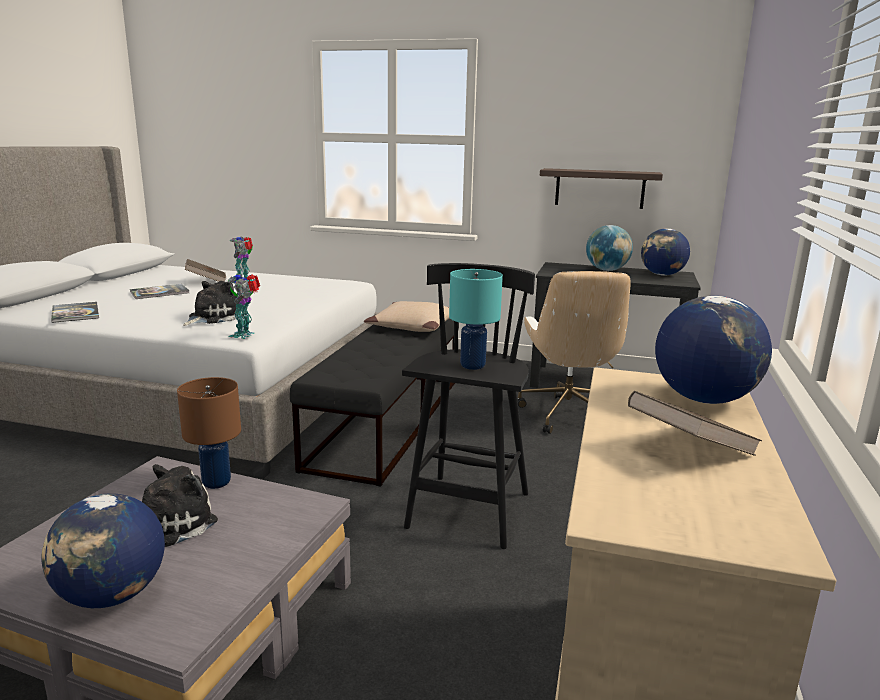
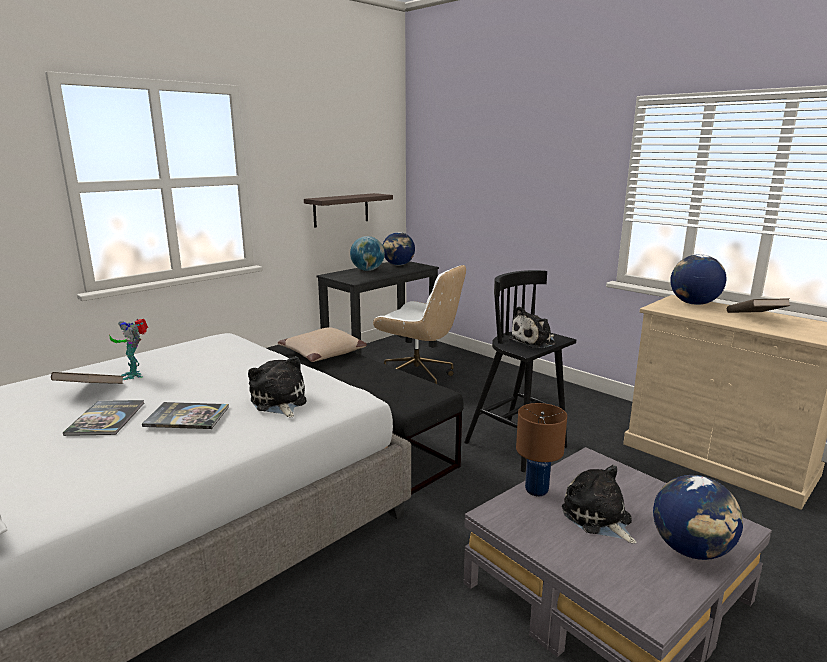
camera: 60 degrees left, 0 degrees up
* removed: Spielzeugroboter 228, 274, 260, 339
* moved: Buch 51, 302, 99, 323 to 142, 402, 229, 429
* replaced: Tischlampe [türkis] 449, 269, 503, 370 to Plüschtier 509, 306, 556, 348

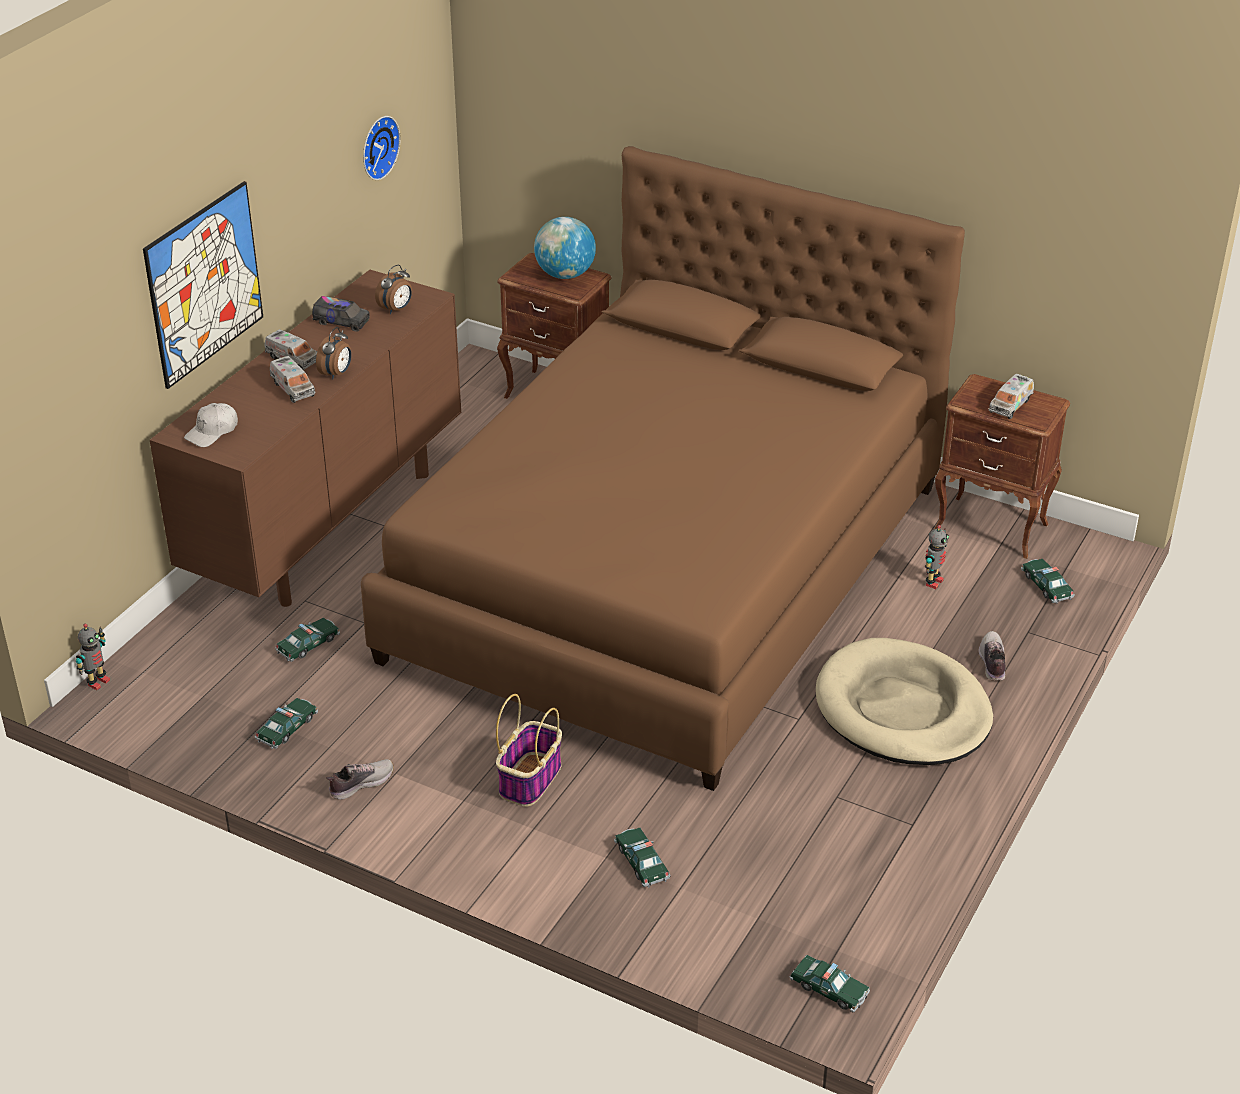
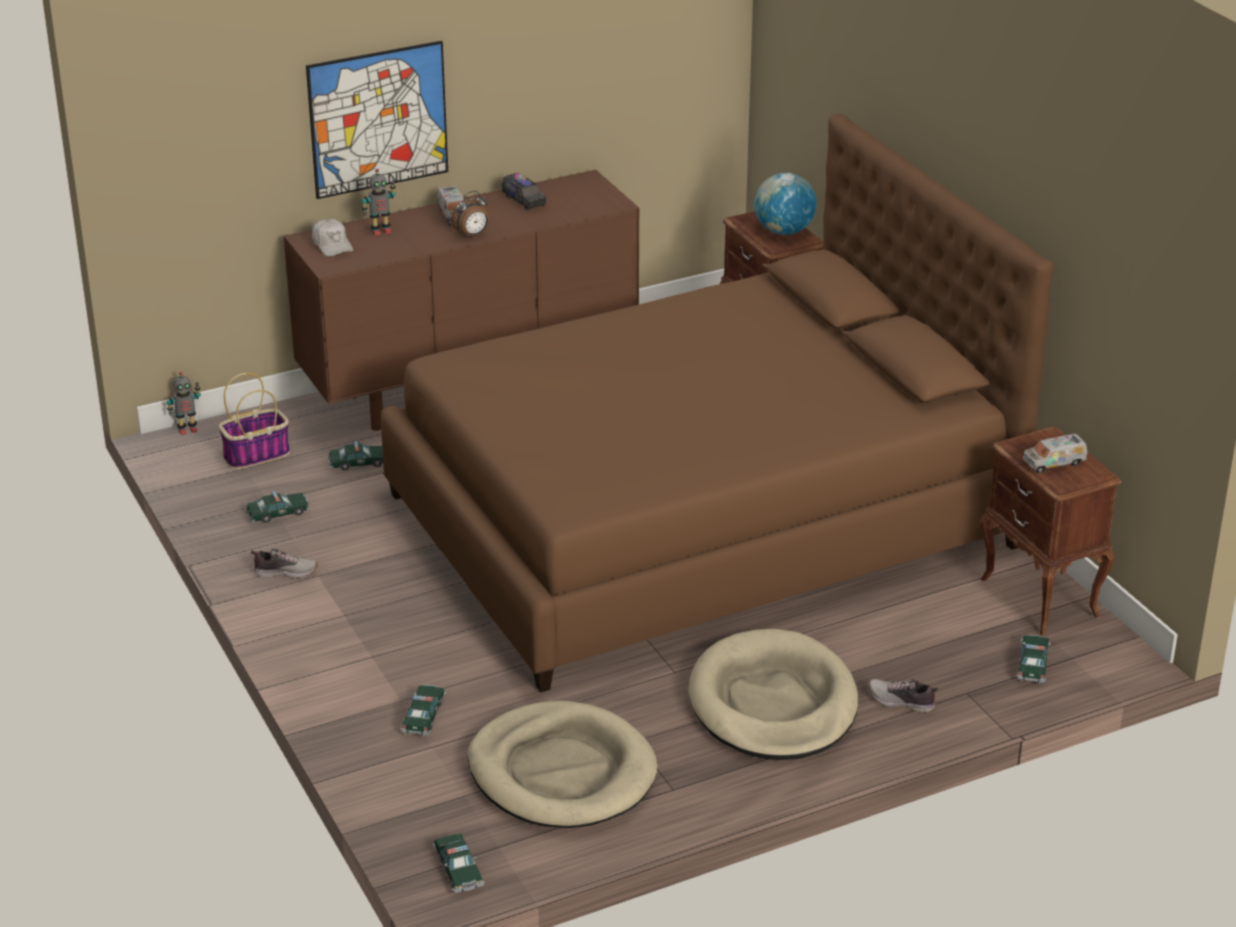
camera: 35 degrees right, 5 degrees down
* removed: Spielzeuglaster 270, 356, 315, 403
* removed: Wanduhr 363, 116, 400, 180
* removed: Wecker 375, 265, 412, 314
* added: Hundebett [beige] 468, 701, 657, 828
* moved: Korb 496, 694, 562, 807 to 219, 373, 290, 469
* moved: Spielzeugroboter 925, 525, 949, 589 to 362, 169, 396, 236
* turned: Kappe [weiß] 184, 403, 238, 447 = 312, 219, 353, 257 105 degrees counterclockwise
* turned: Schuh 979, 631, 1005, 681 = 868, 679, 938, 713 105 degrees counterclockwise

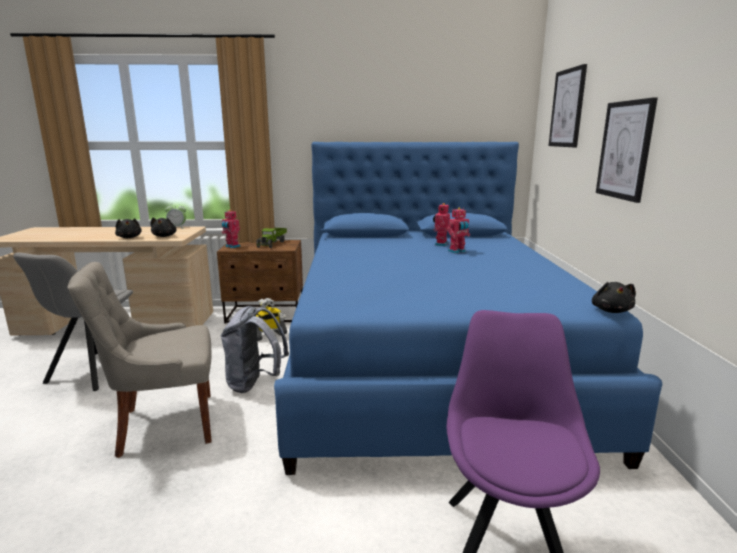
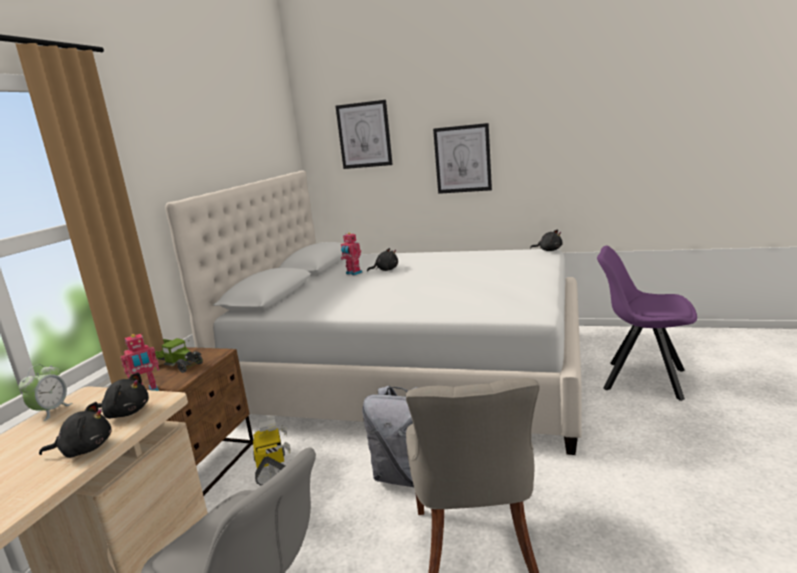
camera: 70 degrees left, 0 degrees up
* replaced: Spielzeugroboter 447, 207, 470, 254 to Plüschtier [schwarz] 367, 248, 398, 272
* recoloured: Bett [blau] 274, 142, 662, 475 to Bett [weiß] 165, 170, 582, 455

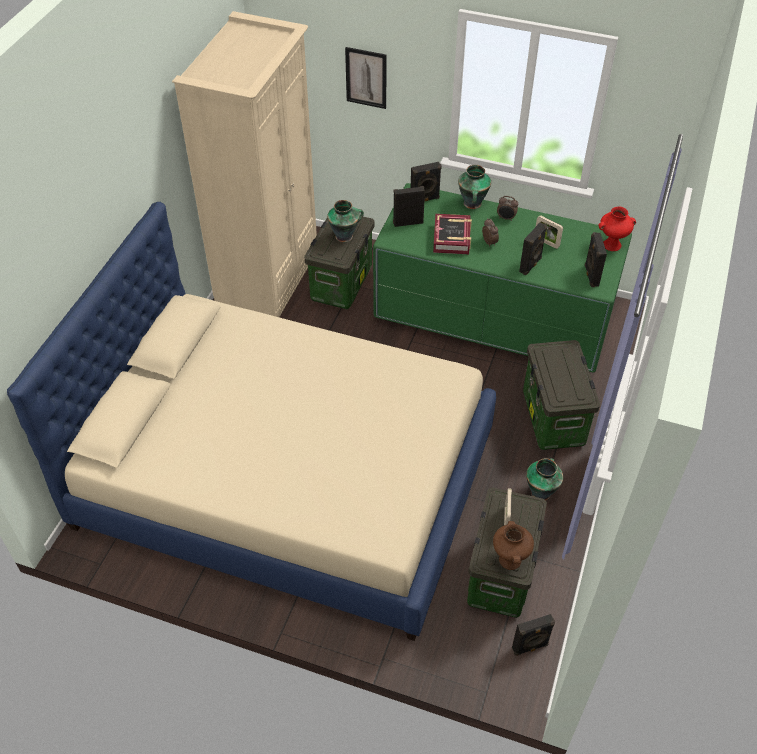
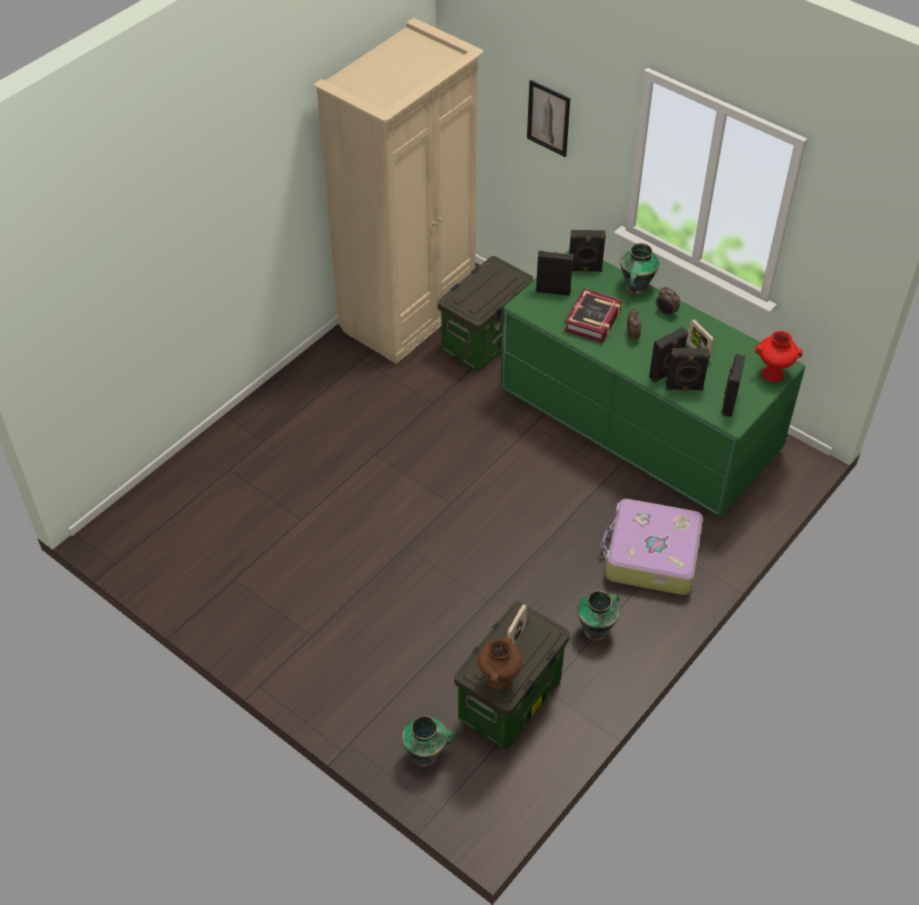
camera: 20 degrees right, 0 degrees up
* removed: Bett [beige] 7, 202, 496, 641
* moved: Vase 327, 200, 364, 242 to 402, 716, 456, 766
* moved: Lautsprecher [schwarz] 512, 614, 555, 656 to 666, 348, 710, 391
* replaced: Aufbewahrungsbox 523, 340, 600, 450 to Koffer 600, 499, 703, 595

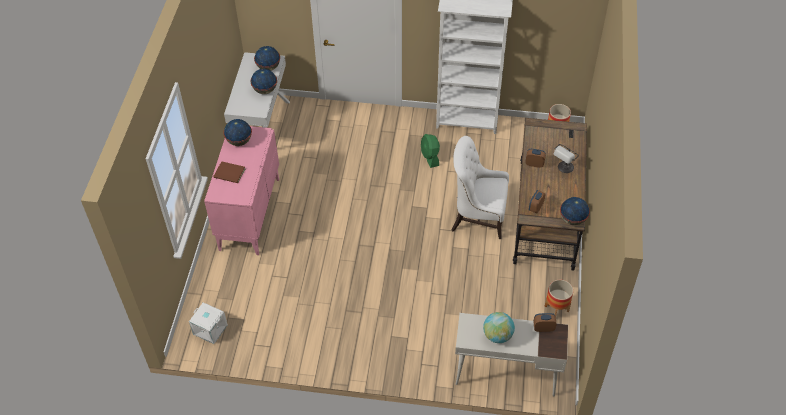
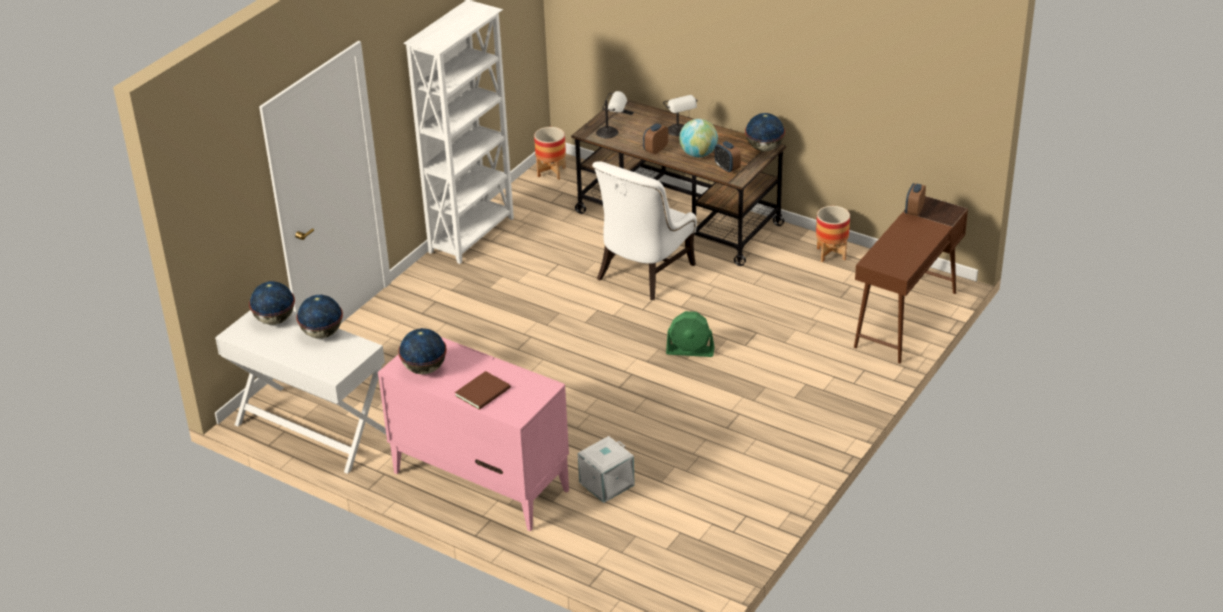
camera: 65 degrees left, 15 degrees down
* added: Tischlampe 596, 91, 627, 138
* moved: Aufbewahrungsbox [weiß] 189, 302, 228, 344 to 578, 436, 635, 503
* moved: Ventilator [grün] 421, 134, 440, 168 to 666, 311, 715, 357
* moved: Globus 483, 312, 515, 343 to 679, 119, 718, 157
* recoloured: Schreibtisch [weiß] 455, 313, 568, 396 to Schreibtisch [braun] 854, 196, 968, 363

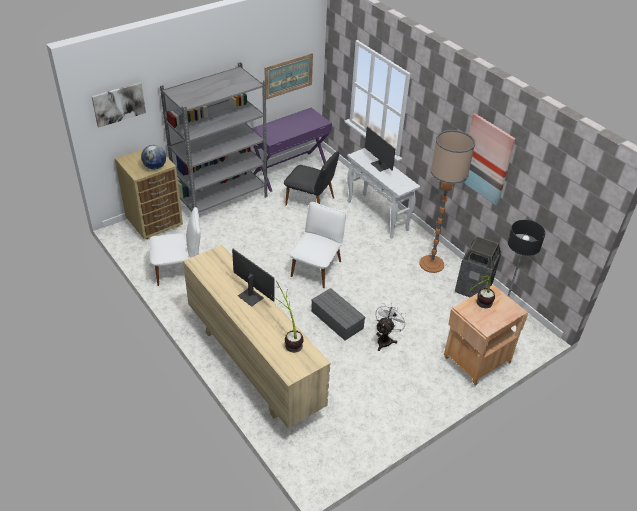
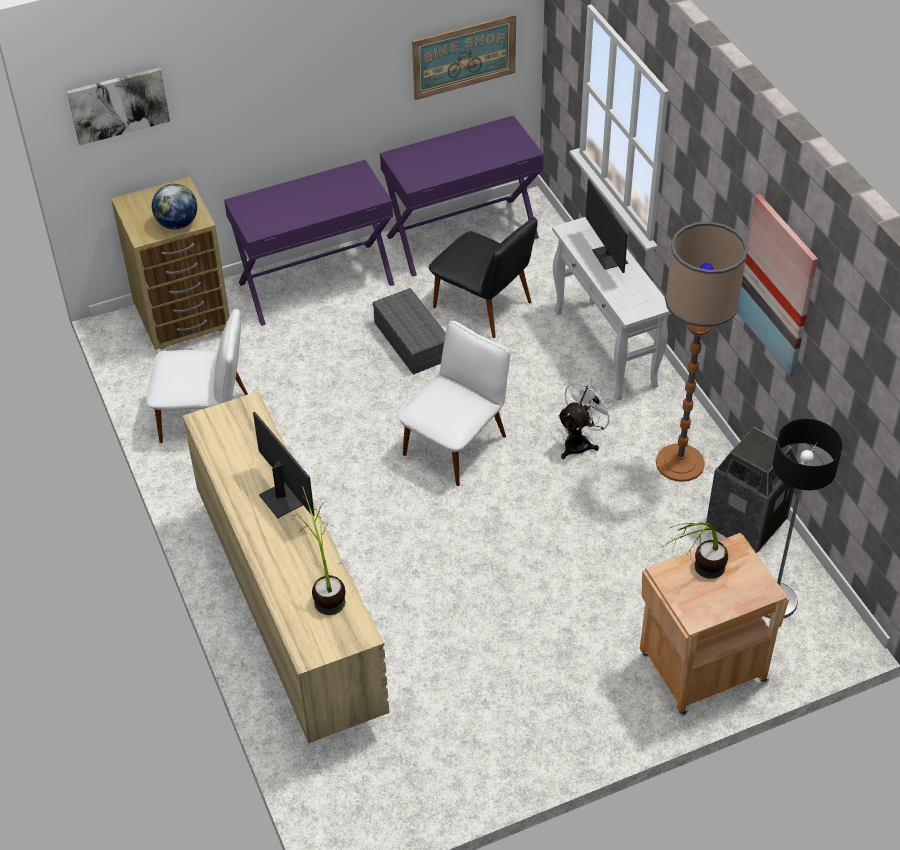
camera: 15 degrees right, 5 degrees up
* moved: Aufbewahrungsbox [grau] 311, 288, 365, 341 to 373, 288, 446, 375
* moved: Ventilator [weiß] 375, 302, 408, 351 to 557, 377, 616, 459
* replaced: Bücherregal [grau] 160, 62, 267, 213 to Schreibtisch [lila] 224, 160, 395, 326

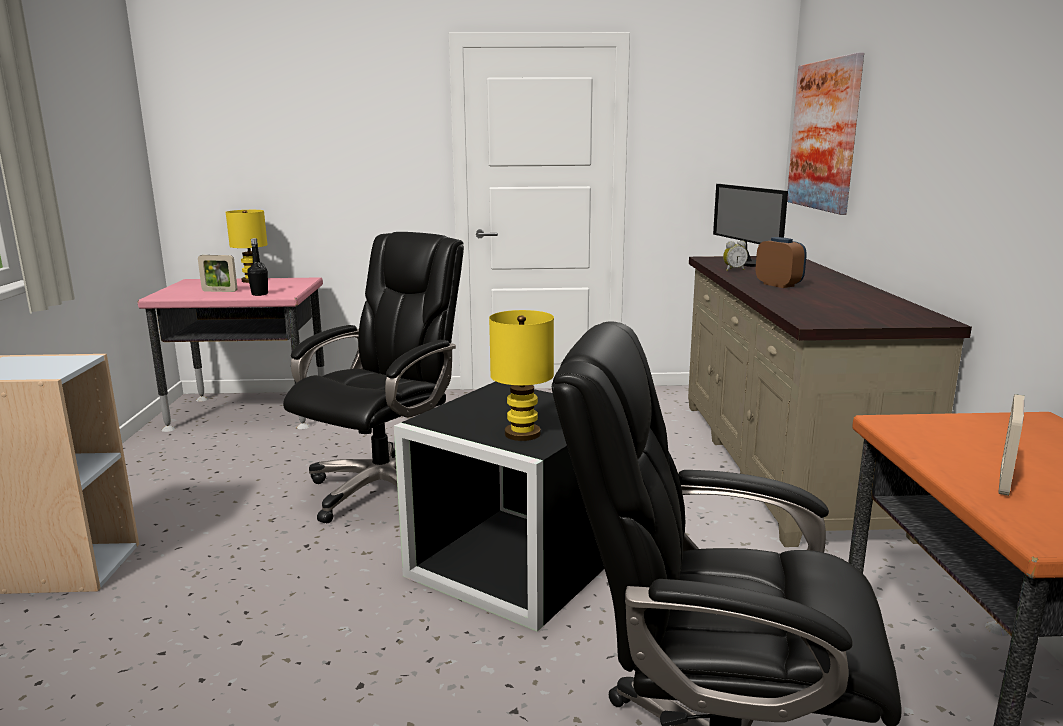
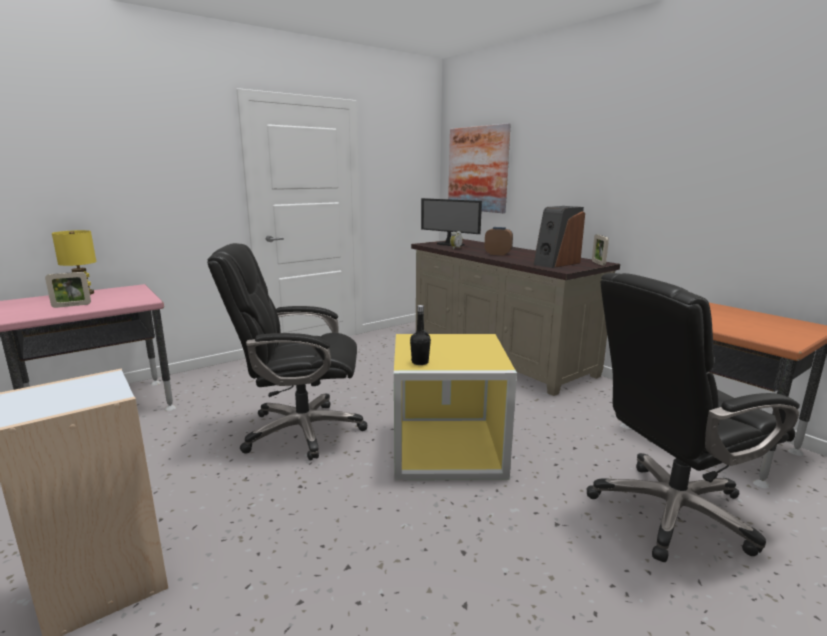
camera: 35 degrees left, 0 degrees up
* removed: Tischlampe [gelb] 489, 310, 554, 441
* added: Lautsprecher 533, 206, 585, 268
* moved: Flasche [schwarz] 247, 238, 268, 296 to 410, 305, 431, 365
* moved: Bilderrahmen 998, 394, 1024, 496 to 592, 235, 609, 266
* recoloured: Aufbewahrungsbox [schwarz] 394, 381, 604, 632 to Aufbewahrungsbox [gelb] 394, 334, 517, 480
* turned: Bürostuhl [schwarz] 283, 232, 464, 523 = 207, 243, 367, 460 90 degrees counterclockwise

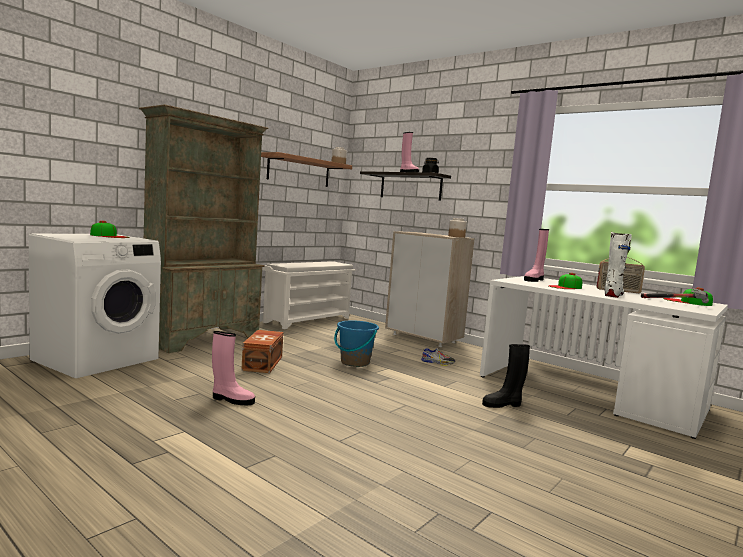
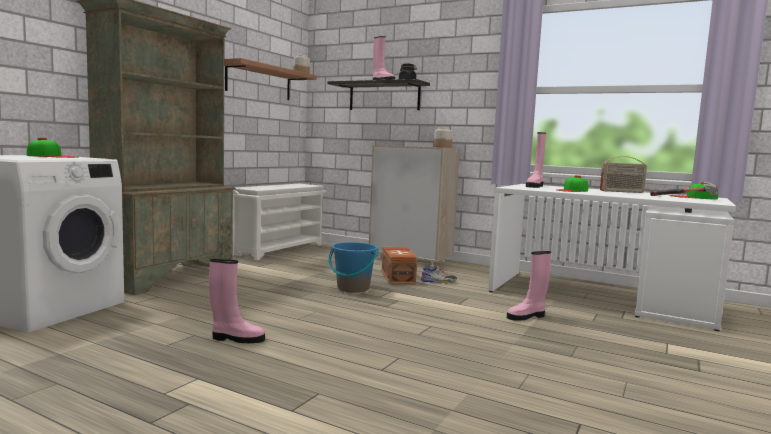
camera: 10 degrees left, 0 degrees up
* removed: Stiefel [weiß] 605, 232, 632, 298
* moved: Aufbewahrungsbox [braun] 241, 330, 284, 373 to 382, 247, 417, 284
* recoloured: Stiefel [schwarz] 482, 344, 530, 408 to Stiefel [rosa] 507, 251, 551, 321

